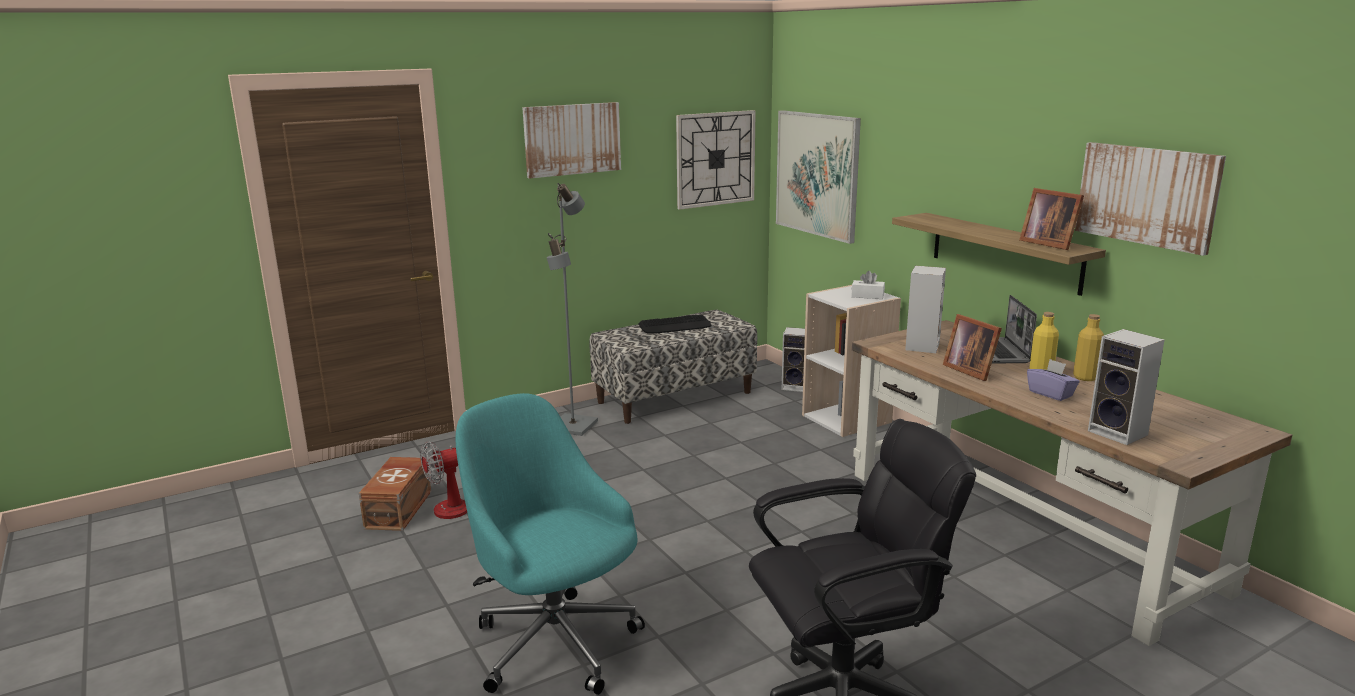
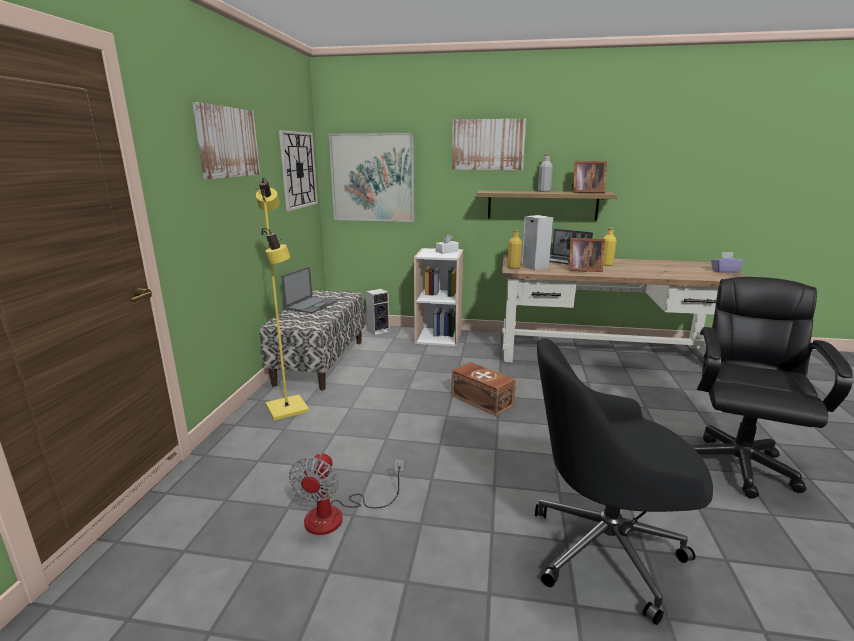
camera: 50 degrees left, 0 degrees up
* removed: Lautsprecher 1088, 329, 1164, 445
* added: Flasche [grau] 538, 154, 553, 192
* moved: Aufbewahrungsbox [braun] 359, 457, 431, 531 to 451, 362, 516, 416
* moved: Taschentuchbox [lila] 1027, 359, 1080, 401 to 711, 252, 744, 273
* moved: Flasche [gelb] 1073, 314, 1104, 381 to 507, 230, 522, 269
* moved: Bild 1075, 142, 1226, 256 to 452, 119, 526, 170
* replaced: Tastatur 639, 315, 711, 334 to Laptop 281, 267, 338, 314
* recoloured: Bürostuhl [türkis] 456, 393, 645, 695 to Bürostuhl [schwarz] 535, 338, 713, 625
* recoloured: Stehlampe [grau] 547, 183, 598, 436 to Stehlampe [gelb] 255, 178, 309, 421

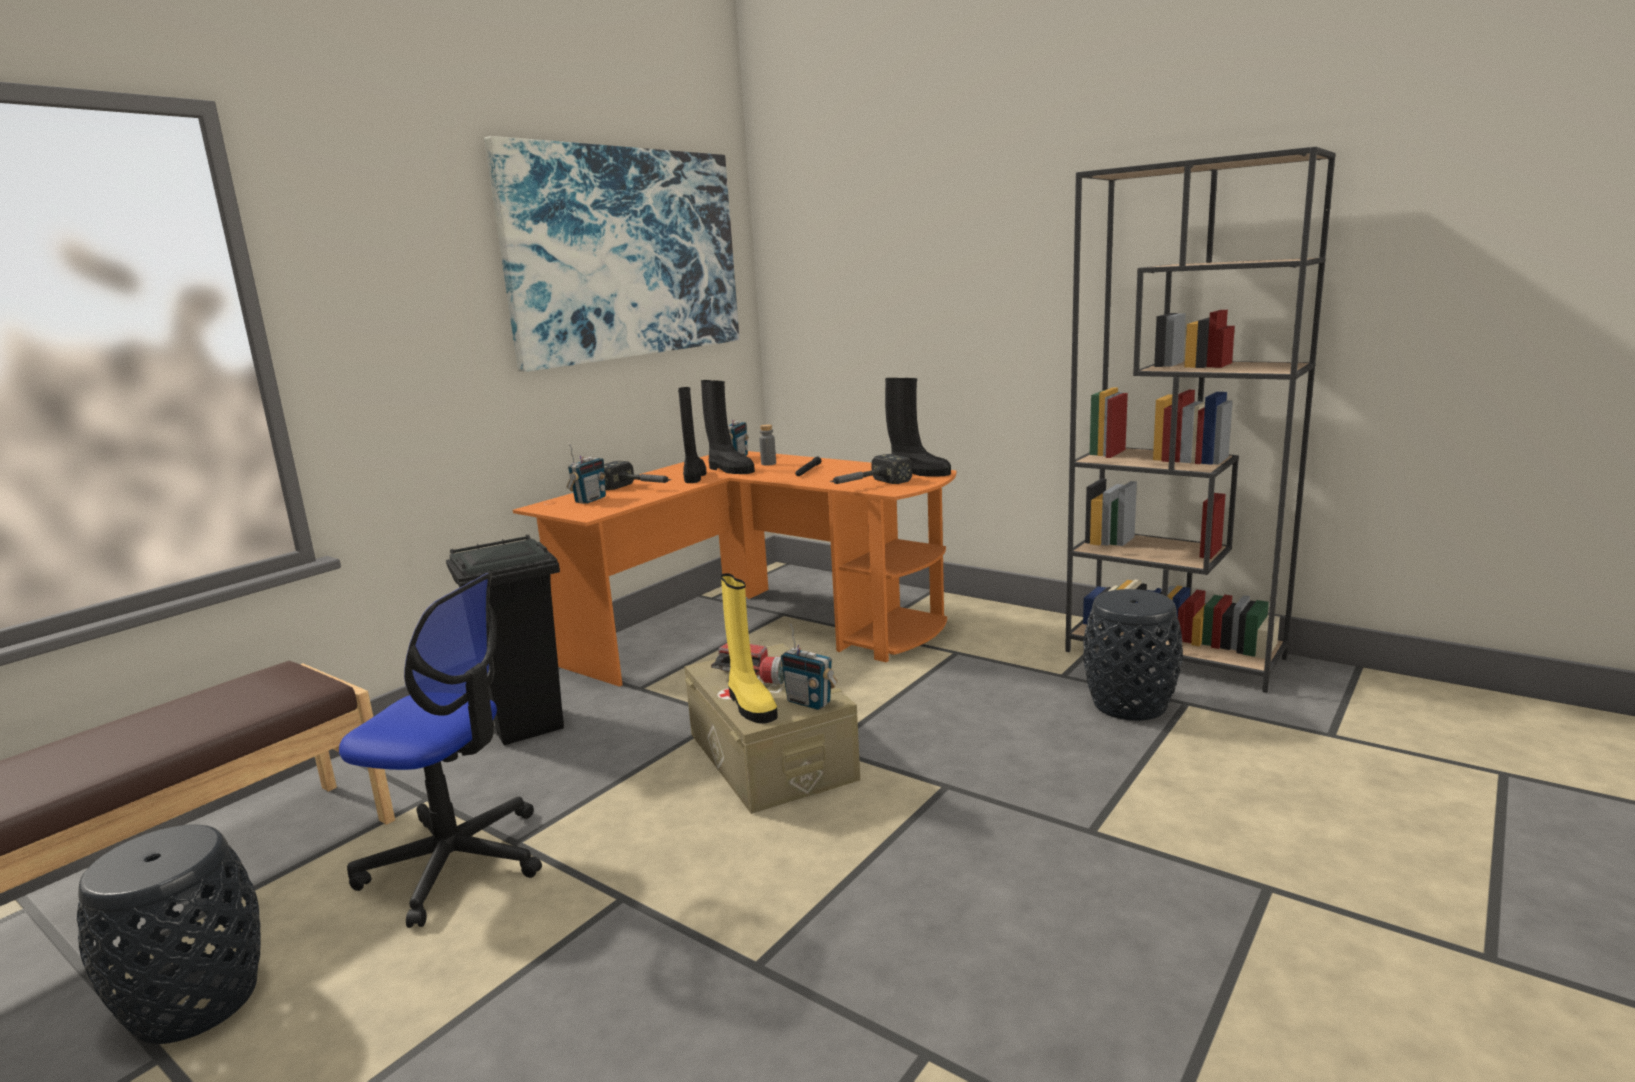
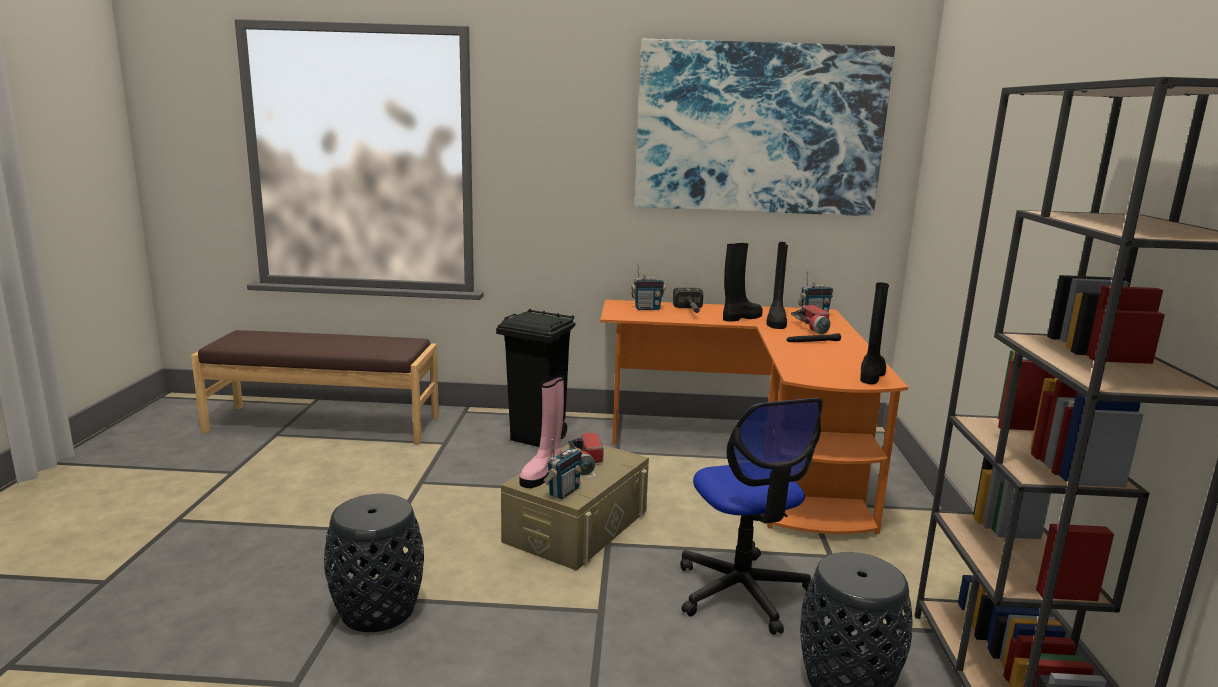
camera: 55 degrees right, 0 degrees up
* removed: Hammer 830, 454, 912, 484
* moved: Hocker [schwarz] 77, 824, 261, 1044 to 324, 494, 424, 632
* moved: Bürostuhl 339, 573, 542, 928 to 680, 398, 823, 635
* replaced: Flasche [grau] 759, 424, 776, 466 to Taschenlampe 791, 305, 830, 334
* recoloured: Stiefel [gelb] 721, 573, 778, 724 to Stiefel [rosa] 520, 376, 564, 488
* turned: Radio 781, 623, 838, 710 = 543, 439, 582, 499 150 degrees counterclockwise
* turned: Stiefel [schwarz] 885, 378, 951, 477 = 860, 282, 889, 384 150 degrees counterclockwise

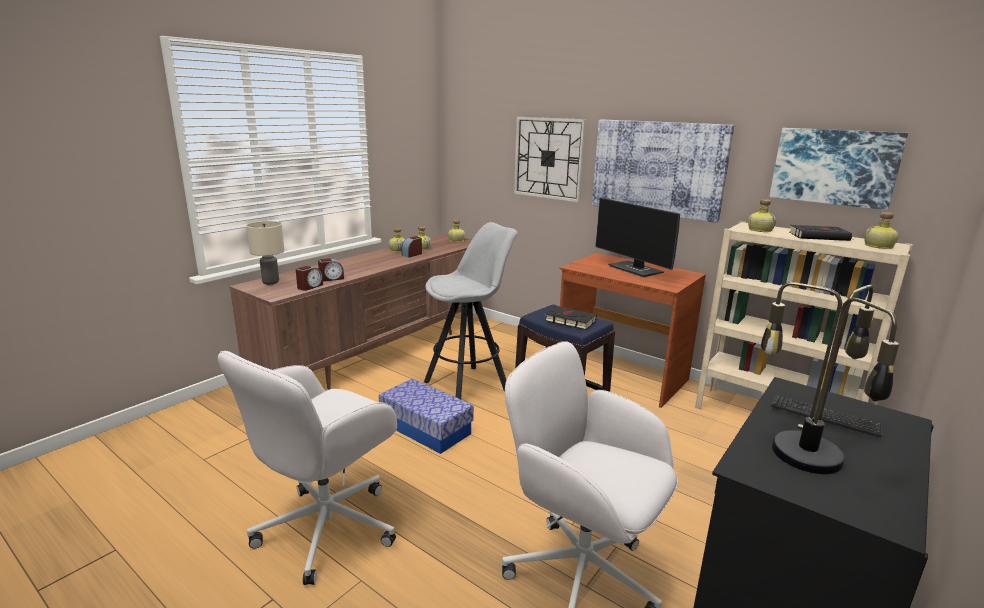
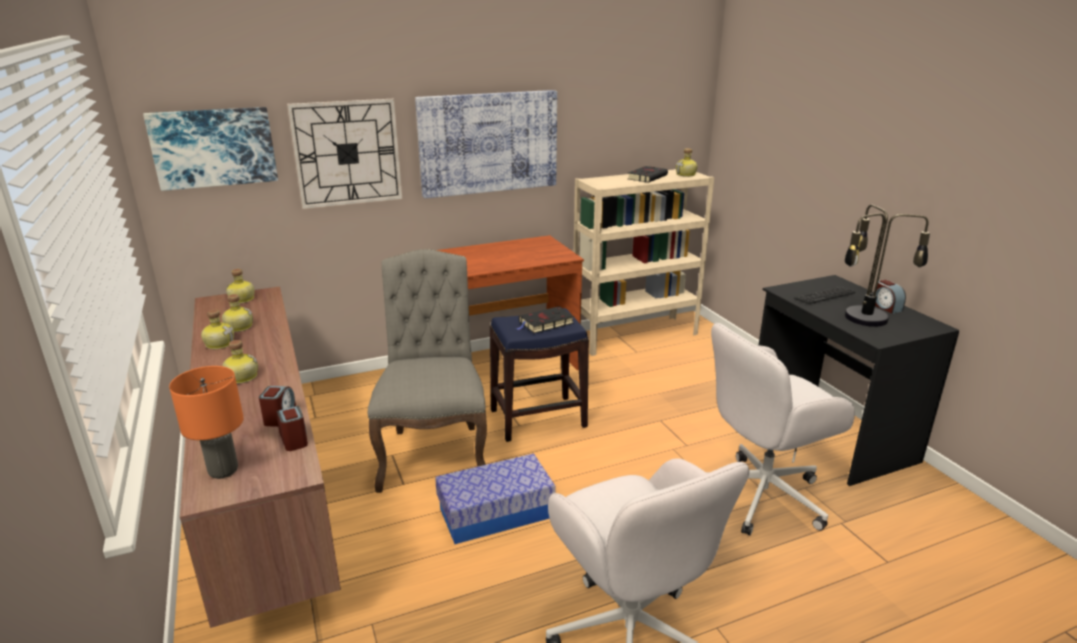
camera: 60 degrees left, 5 degrees up
* removed: Monitor 595, 197, 680, 277
* moved: Wecker 402, 236, 422, 257 to 874, 280, 906, 314
* moved: Flasche 748, 199, 776, 232 to 222, 340, 258, 384
* moved: Bild 769, 128, 908, 210 to 143, 107, 278, 191
* replaced: Hocker [grau] 424, 222, 518, 399 to Stuhl [grau] 368, 249, 487, 493
* recoloured: Tischlampe [beige] 246, 221, 284, 285 to Tischlampe [orange] 169, 366, 244, 479

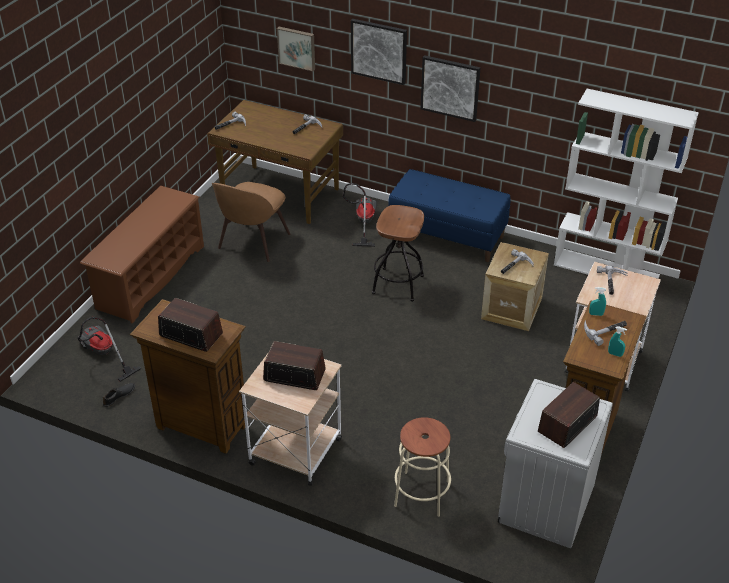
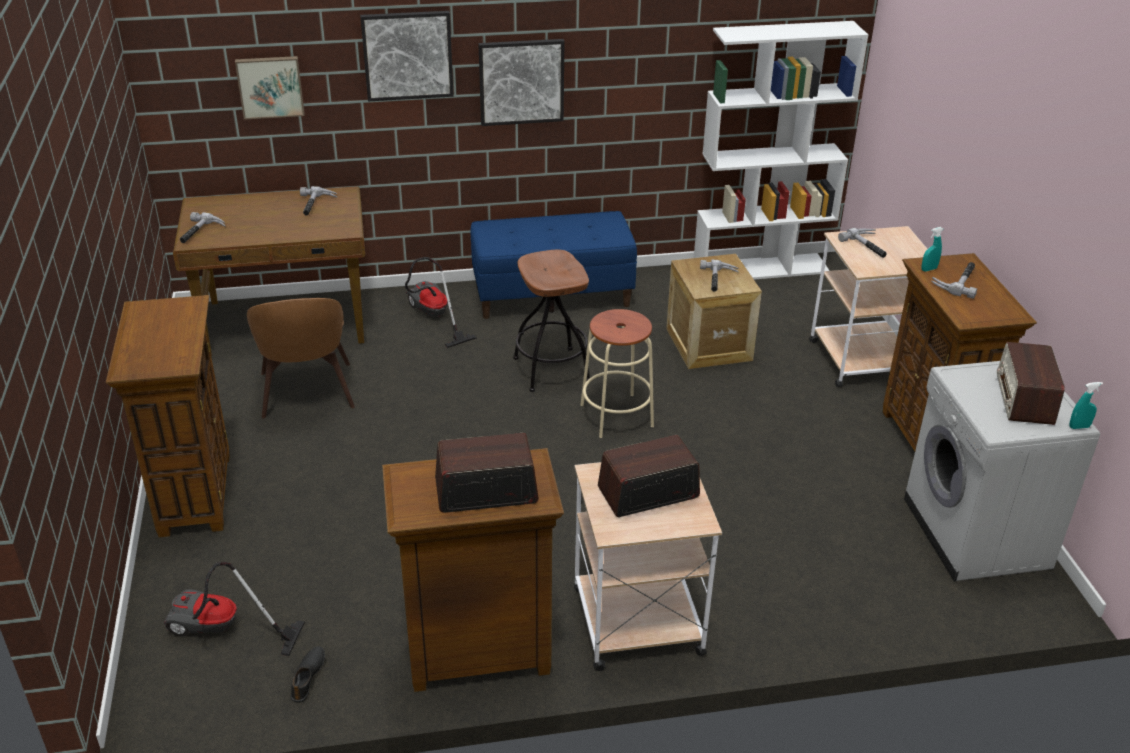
camera: 35 degrees left, 5 degrees down
* moved: Hocker [beige] 394, 417, 451, 517 to 580, 309, 654, 438
* moved: Sprühflasche [türkis] 608, 326, 627, 357 to 1069, 382, 1103, 429
* replaced: Schuhregal [braun] 80, 186, 204, 324 to Schrank [braun] 106, 295, 229, 537

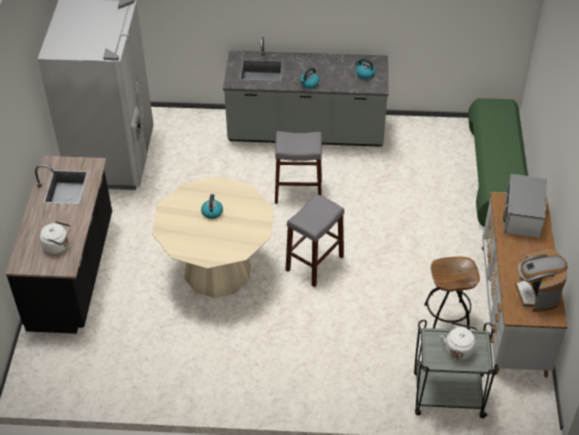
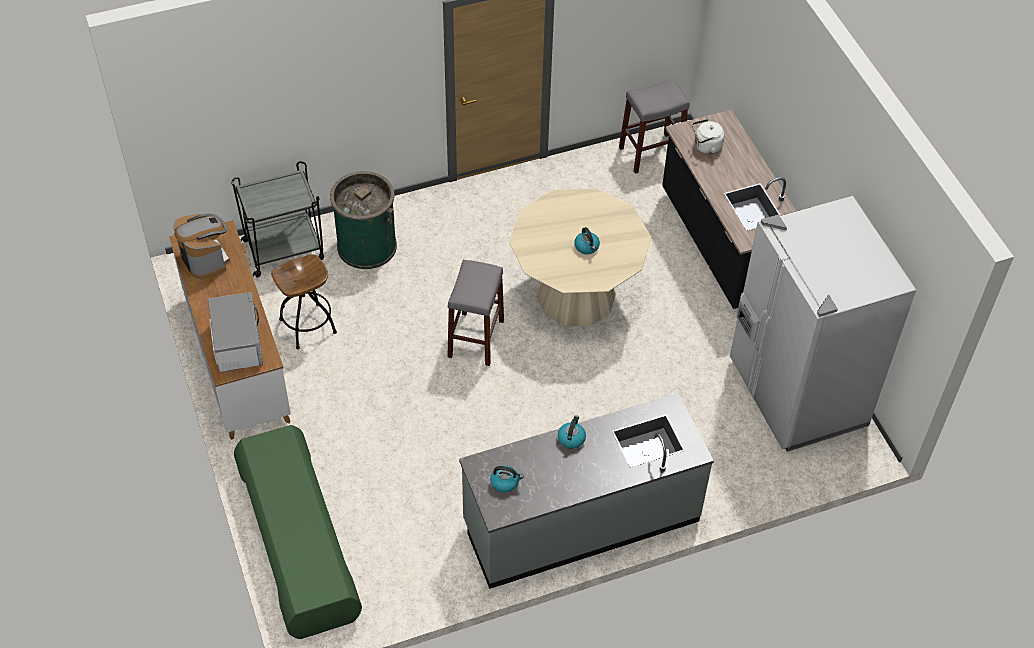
camera: 155 degrees right, 5 degrees up
* removed: Wasserkessel [weiß] 440, 322, 478, 360
* added: Mülleimer [grün] 330, 171, 397, 269
* moved: Hocker [grau] 275, 131, 322, 204 to 619, 79, 690, 174

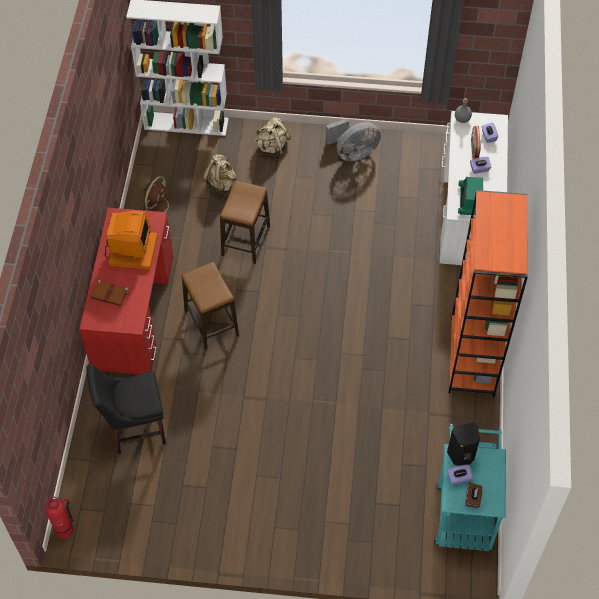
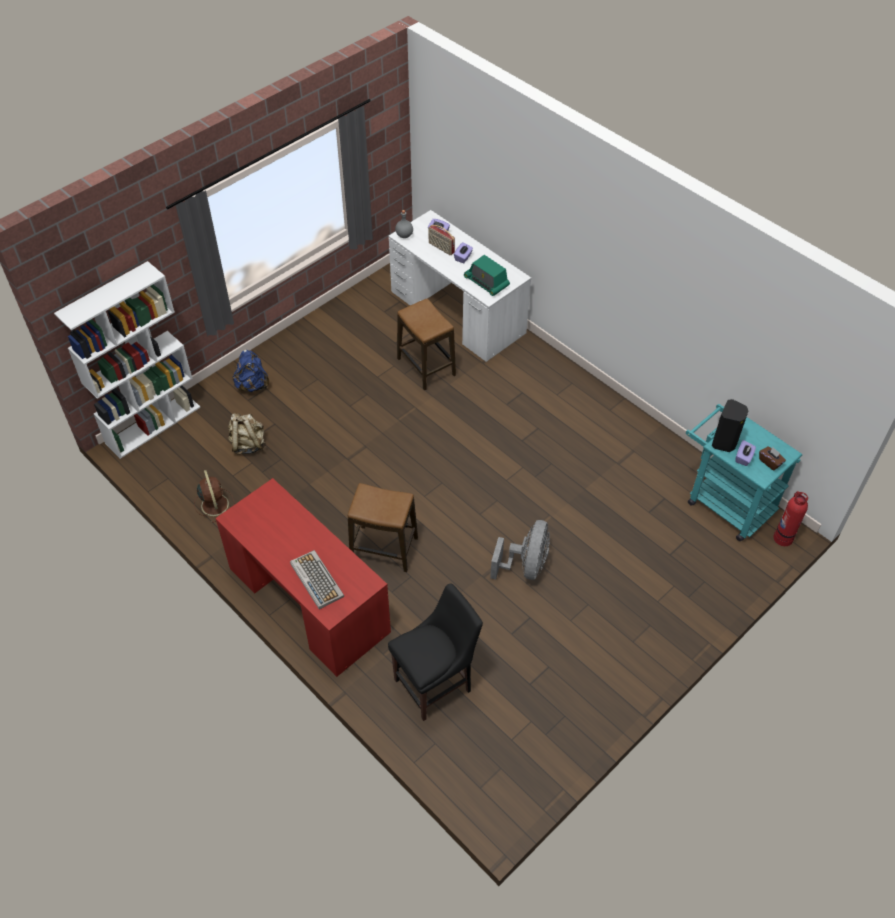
camera: 50 degrees left, 5 degrees down
* removed: Monitor 105, 211, 158, 270
* removed: Bücherregal [orange] 449, 190, 528, 397
* moved: Feuerlöscher 46, 497, 74, 539 to 773, 491, 808, 546
* moved: Hocker 220, 181, 270, 264 to 397, 298, 456, 390
* moved: Ventilator [grau] 326, 118, 381, 161 to 490, 520, 550, 580
* replaced: Buch [braun] 91, 280, 129, 306 to Tastatur 290, 550, 344, 610
* recoloured: Rucksack [beige] 255, 117, 291, 157 to Rucksack [blau] 233, 350, 269, 392
* turned: Stuhl [schwarz] 86, 364, 166, 454 = 388, 583, 483, 721 150 degrees counterclockwise

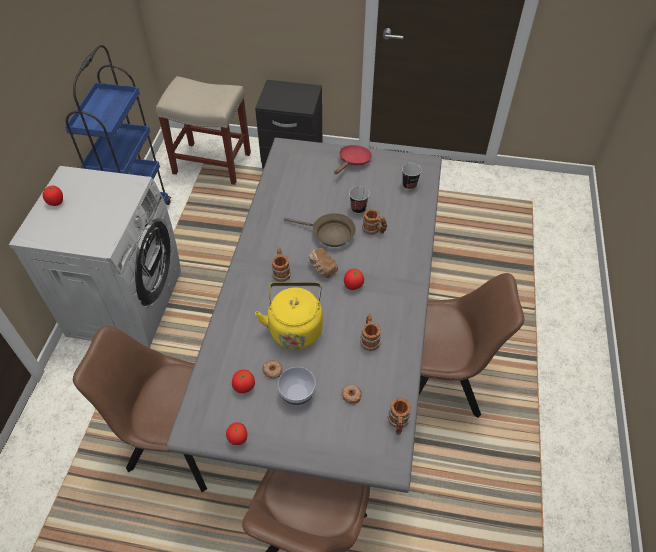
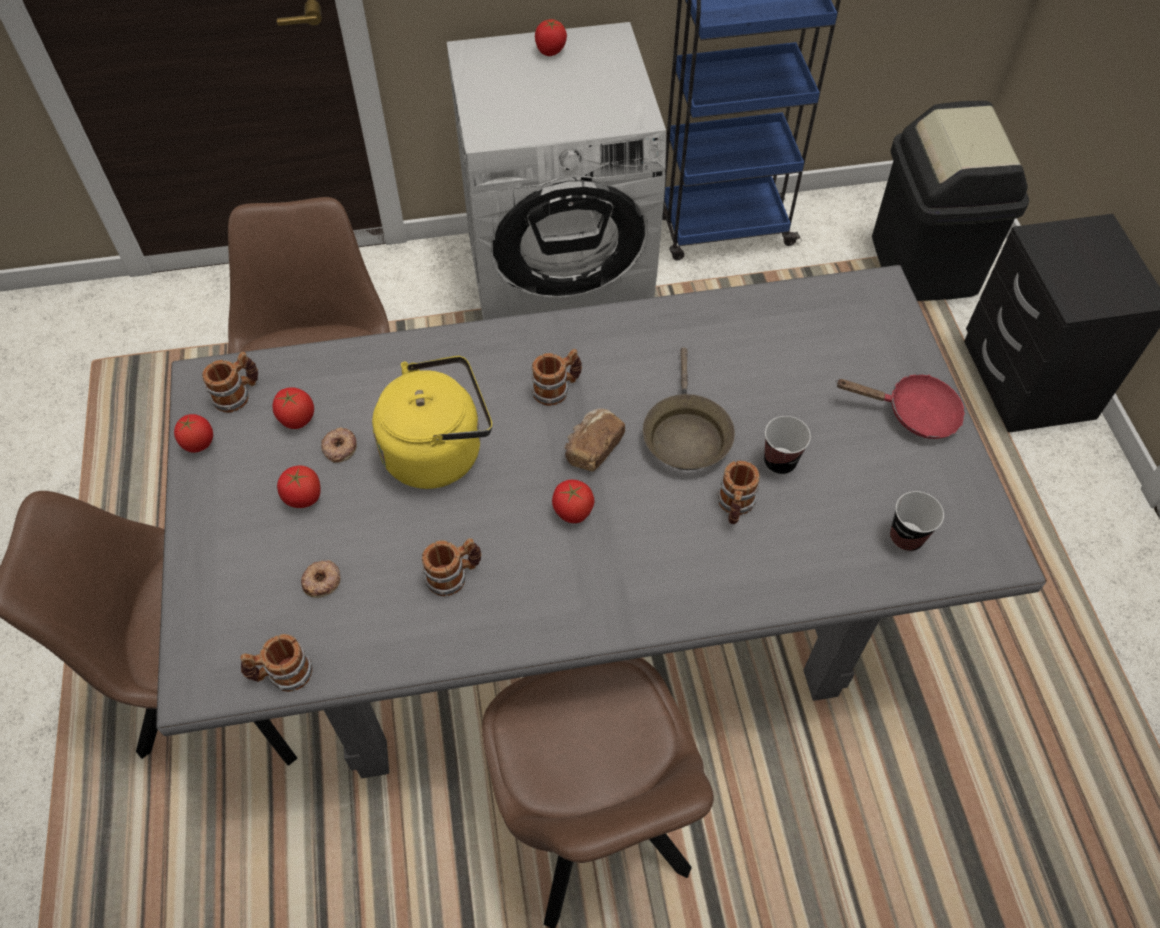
camera: 70 degrees right, 5 degrees up
* added: Henkelbecher 202, 352, 258, 413
* replaced: Hocker [beige] 156, 76, 251, 185 to Mülleimer [schwarz] 872, 101, 1029, 301
* replaced: Schüssel 278, 367, 316, 405 to Tomate 277, 465, 321, 508

